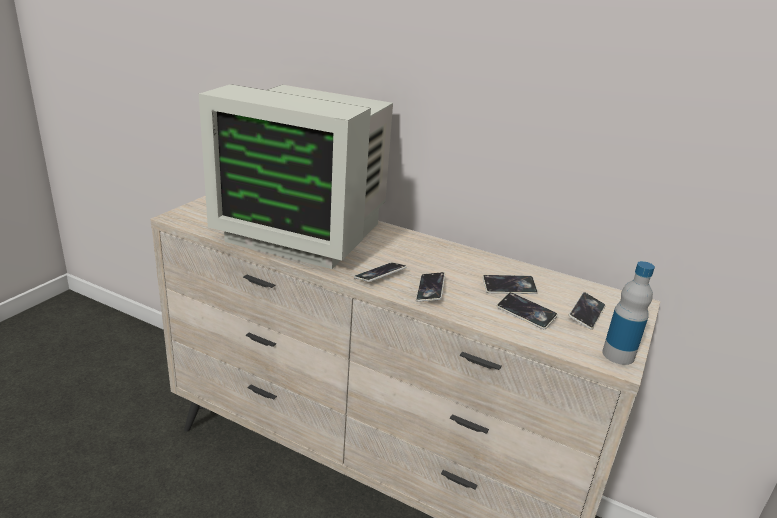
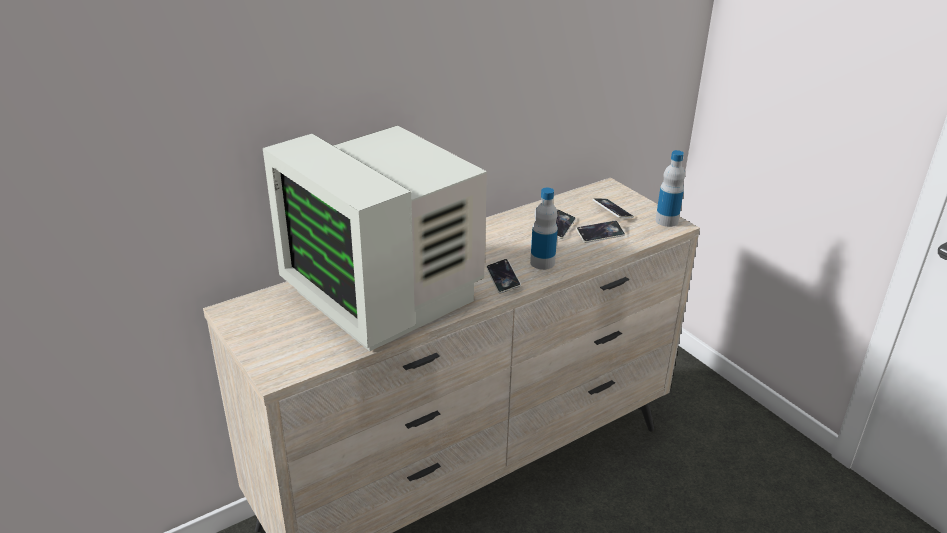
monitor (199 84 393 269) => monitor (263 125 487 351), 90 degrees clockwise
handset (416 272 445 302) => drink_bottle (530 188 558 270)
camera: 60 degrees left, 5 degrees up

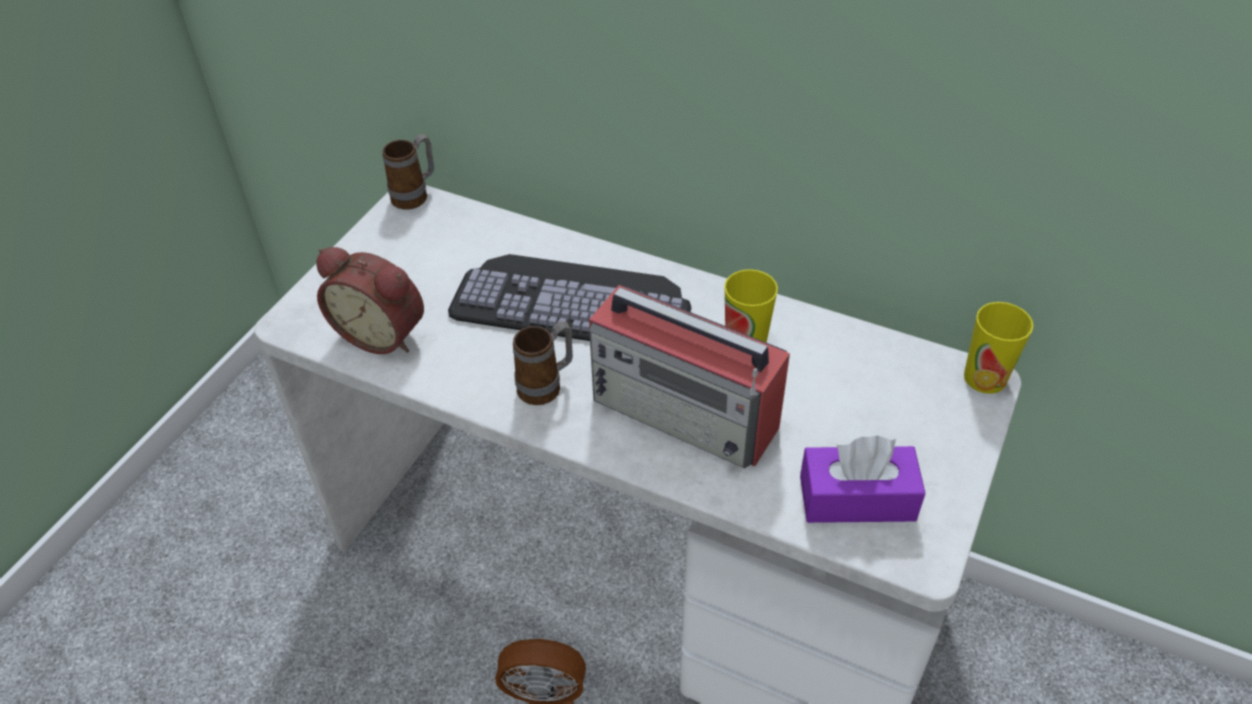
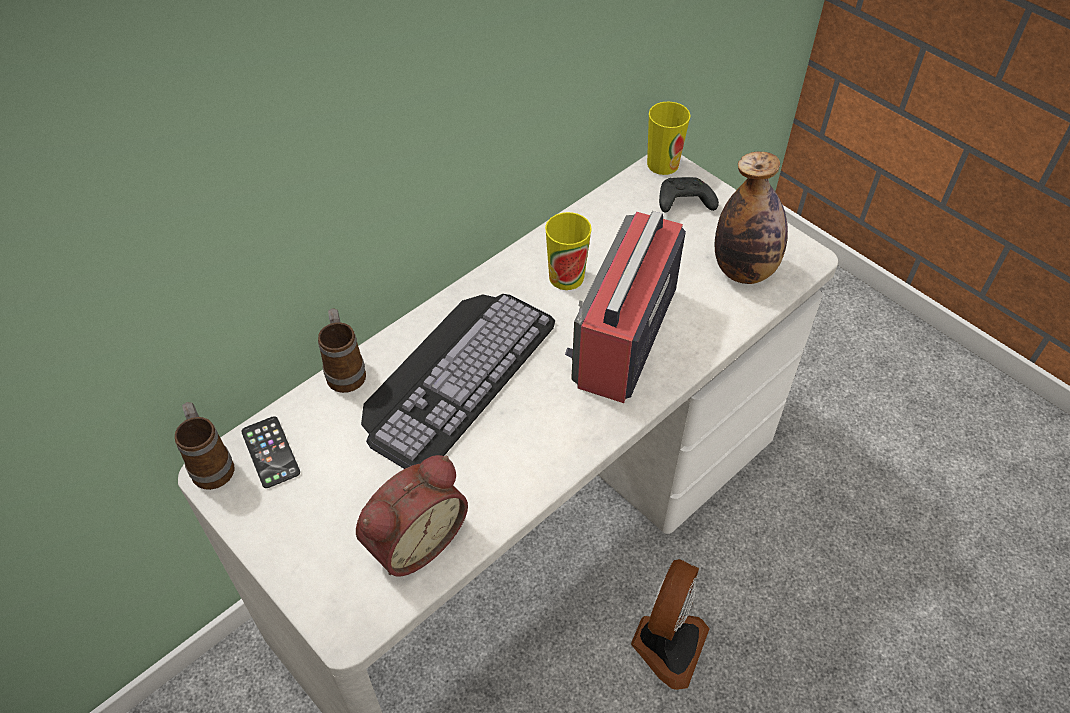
coffee_mug (513 321 573 405) => coffee_mug (318 308 366 393), shifted
radio_receiver (589 285 790 468) => radio_receiver (565 211 686 403), 150 degrees clockwise
purple-coloured_tissue_holder (800 435 926 523) => drink_bottle (715 152 788 284)
nothing => handset (241 416 300 488)
nothing => blackish_game_controller (659 177 719 212)
camera: 70 degrees left, 5 degrees up

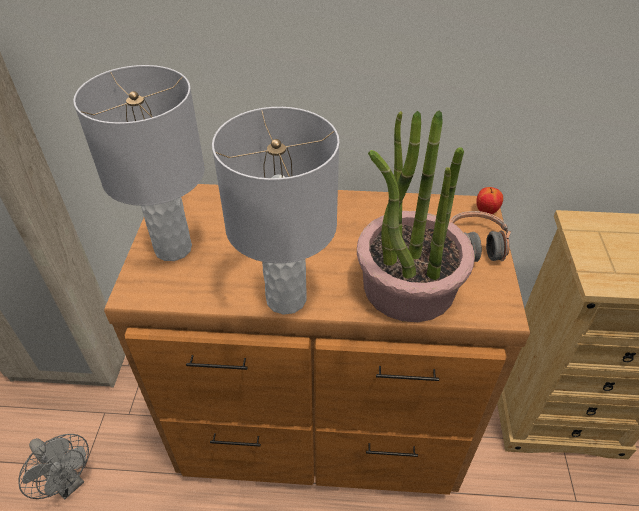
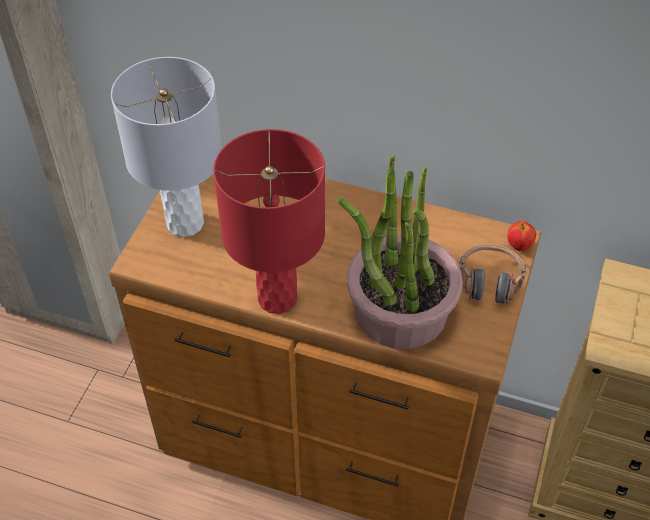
grey_cooling_fan (19 434 89 500) => nothing
grey_table_lamp (212 107 340 315) => red-coloured_table_lamp (213 129 325 314)
camera: 15 degrees right, 5 degrees up

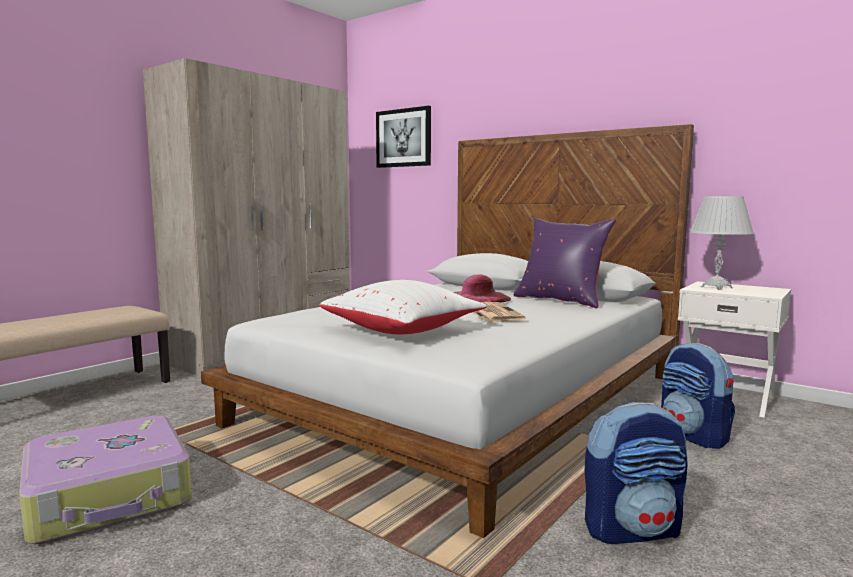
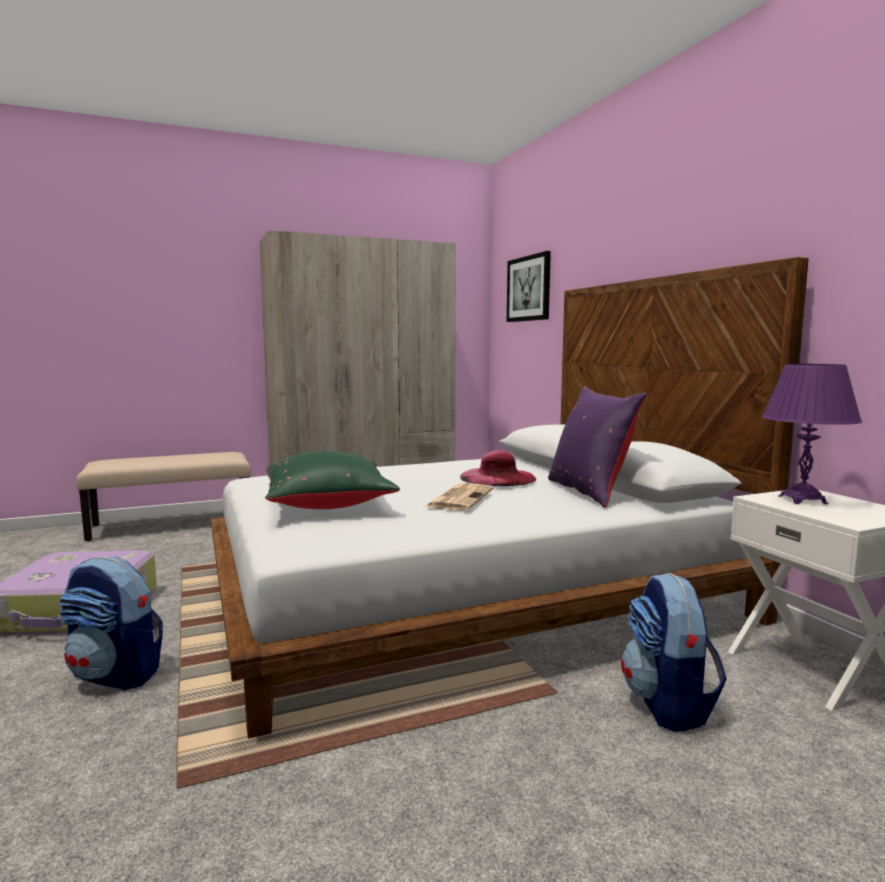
whitish_throw_pillow (320 280 487 334) => green_throw_pillow (265 451 400 509)
backpack (585 402 688 544) => backpack (59 557 163 691), shifted
whitish_table_lamp (690 196 754 290) => purple-coloured_table_lamp (762 364 862 504)
camera: 30 degrees right, 0 degrees up

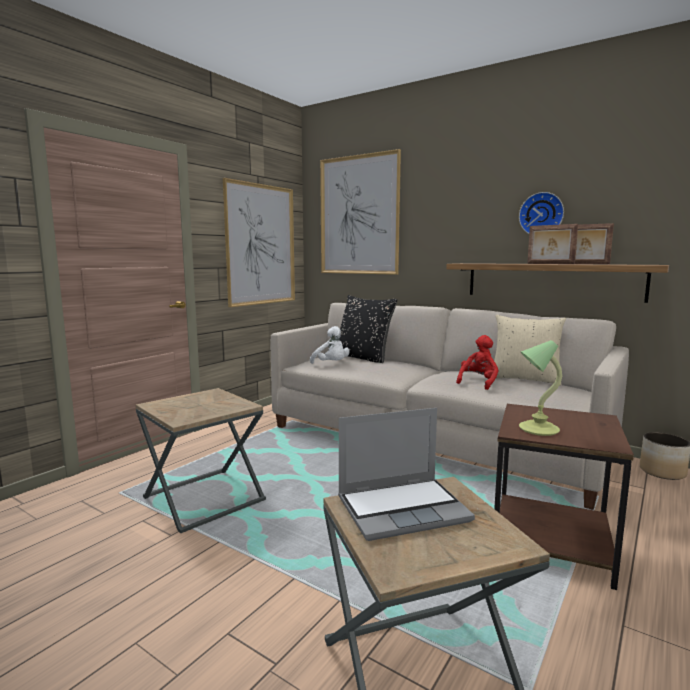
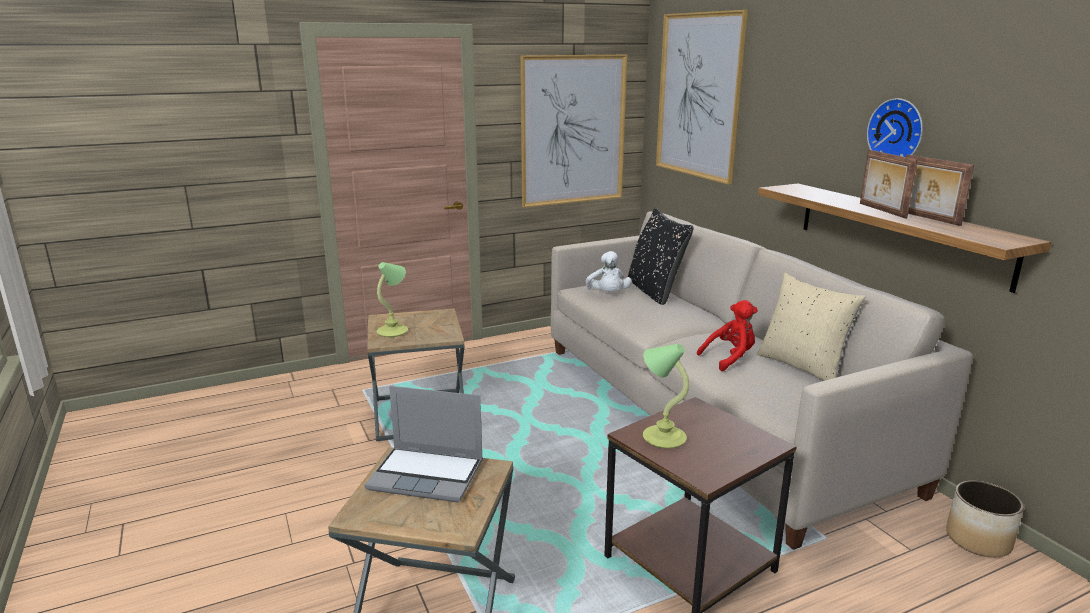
nothing => table_lamp (377 262 408 337)
camera: 30 degrees right, 10 degrees up

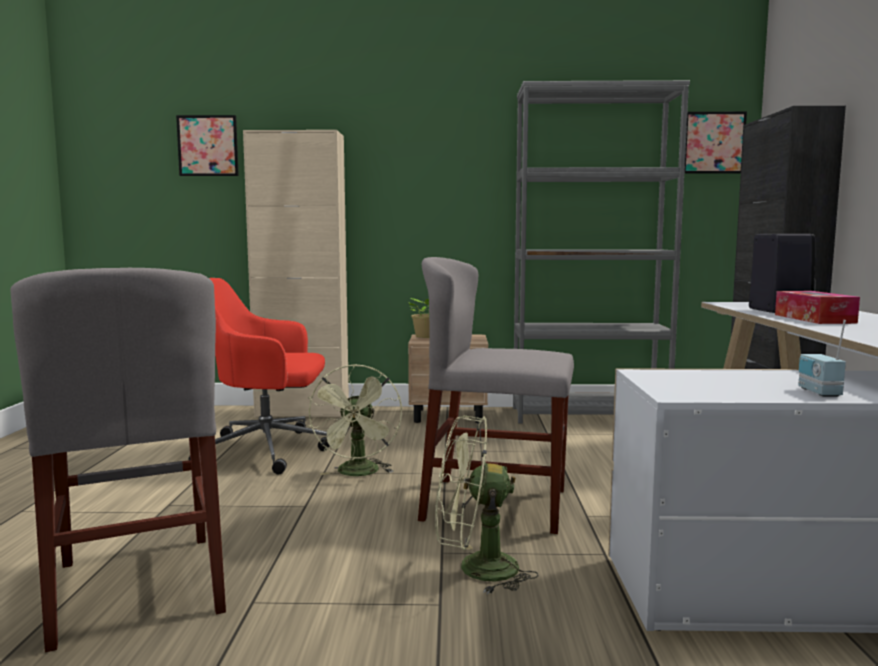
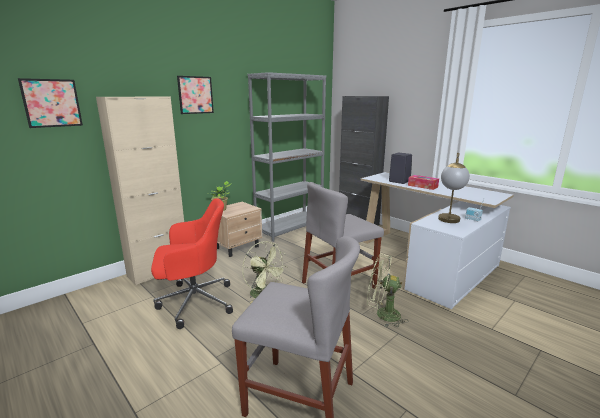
red-coloured_office_chair (189 278 330 475) => red-coloured_office_chair (151 198 233 329), 150 degrees counterclockwise
green_cooling_fan (435 416 539 594) => green_cooling_fan (367 254 408 327), 60 degrees clockwise
picture (684 112 747 174) => picture (177 76 214 114), shifted
nothing => table_lamp (438 153 470 223)
camera: 45 degrees left, 10 degrees up

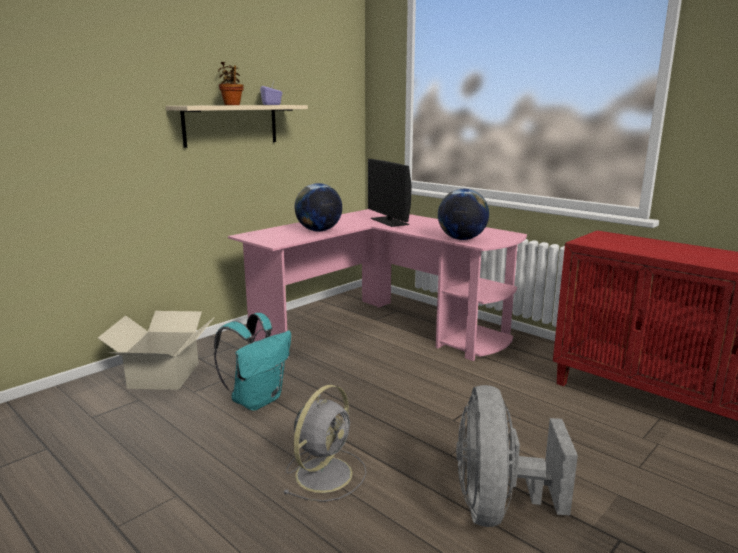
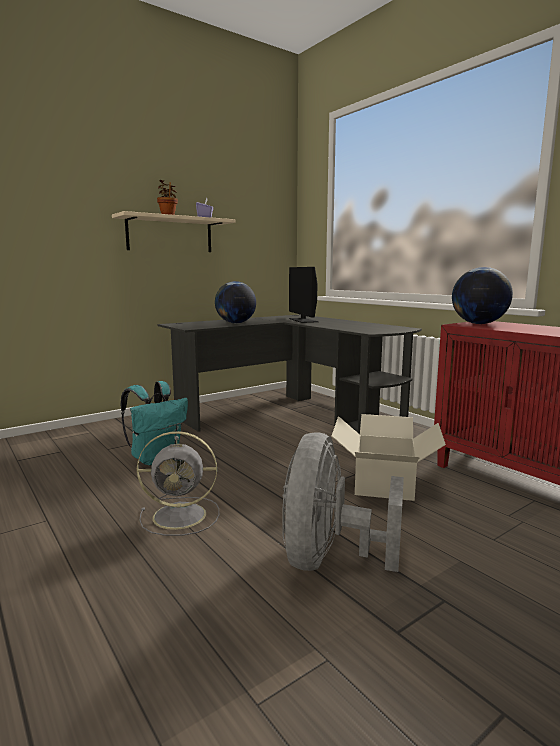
packing_box (98 311 215 390) => packing_box (332 414 446 501), shifted
pink_desk (228 209 527 361) => blackish_desk (158 315 422 434)
grey_cooling_fan (283 385 366 502) => grey_cooling_fan (137 431 219 536), 45 degrees clockwise
desk_globe (438 189 489 240) => desk_globe (452 267 513 324), shifted
camera: 10 degrees right, 5 degrees down

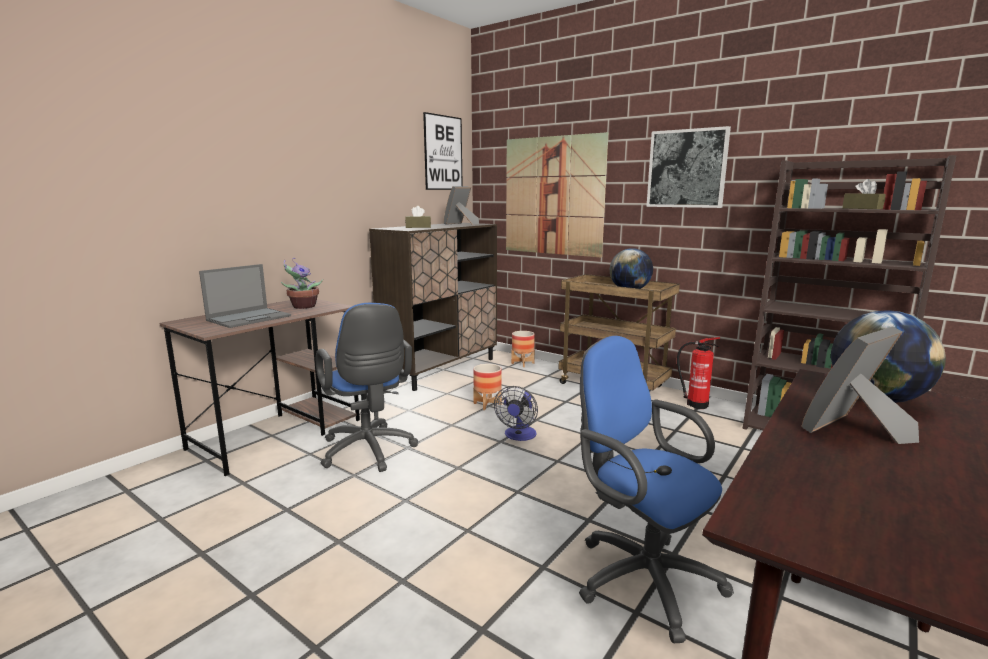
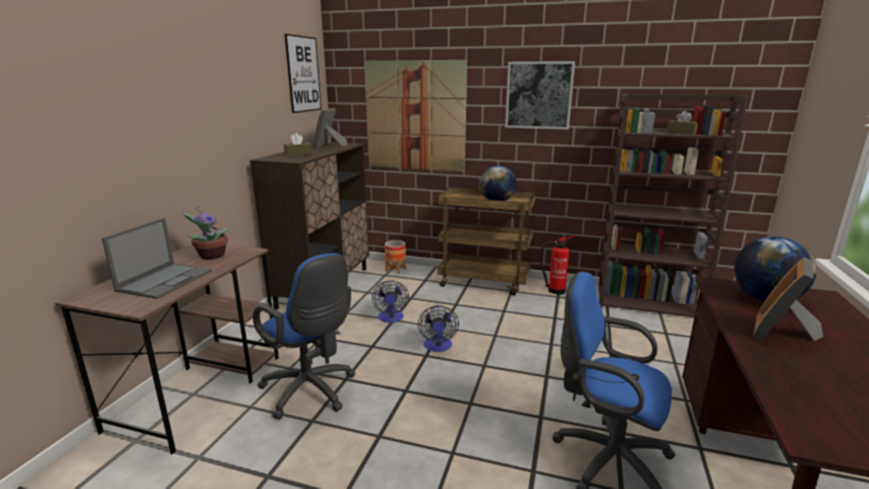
flower_pot (473 364 502 410) => cooling_fan (372 281 409 323)
camera: 20 degrees left, 5 degrees up

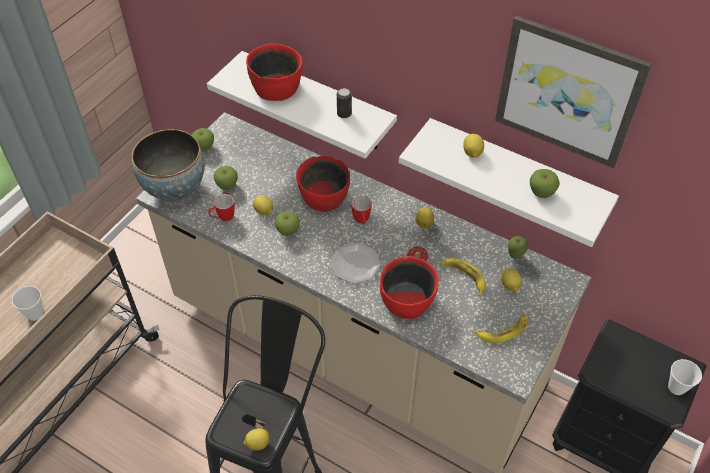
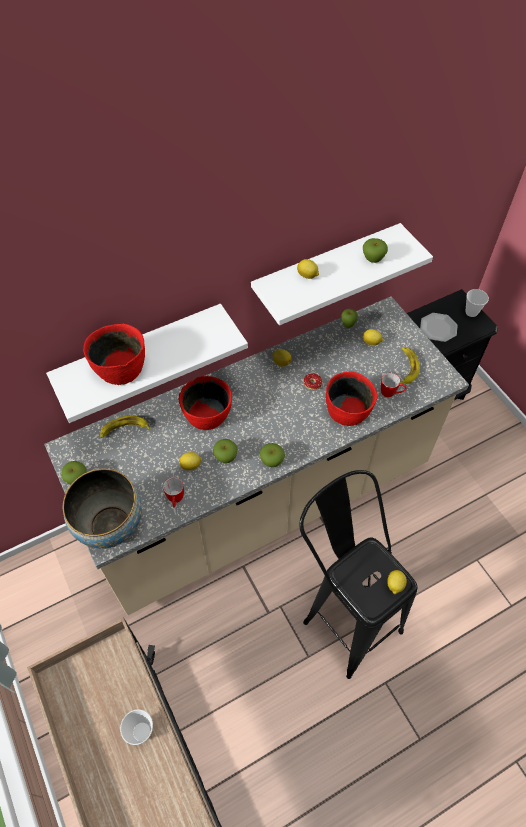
apple_fruit (213 166 238 190) => apple_fruit (259 443 285 467), shifted
plate (330 243 381 284) => plate (420 313 458 342), shifted
can (337 88 352 118) => nothing
coffee_mug (351 196 371 224) => coffee_mug (381 373 407 397), shifted
banana (441 258 486 296) => banana (100 415 151 438), shifted
picture (495 16 652 168) => nothing
camera: 60 degrees left, 5 degrees up

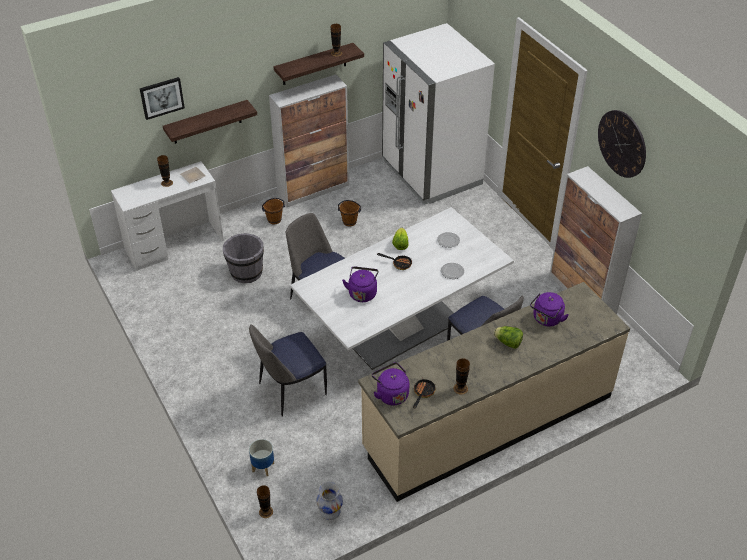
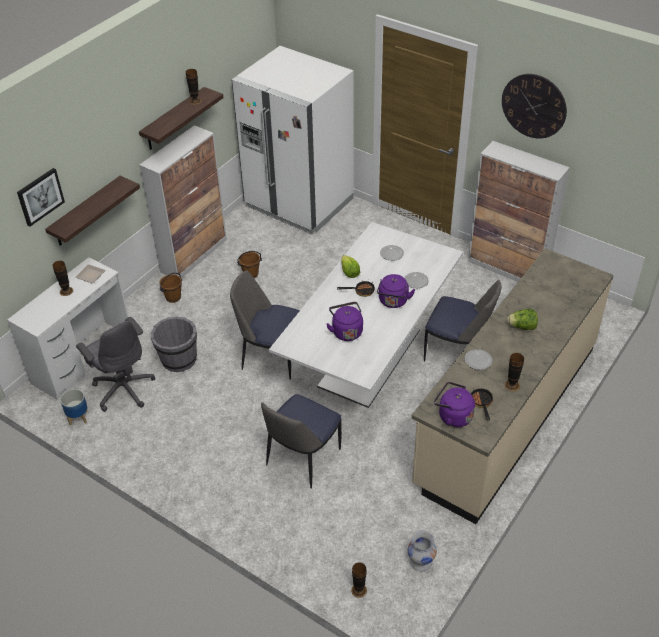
flower_pot (249 439 274 476) => flower_pot (60 389 88 426), shifted
purple-coloured_kettle (530 292 569 326) => purple-coloured_kettle (377 274 415 308), shifted
nothing => grey_office_chair (76 317 155 412)
nothing => plate (465 349 492 370)
camera: 25 degrees left, 0 degrees up

